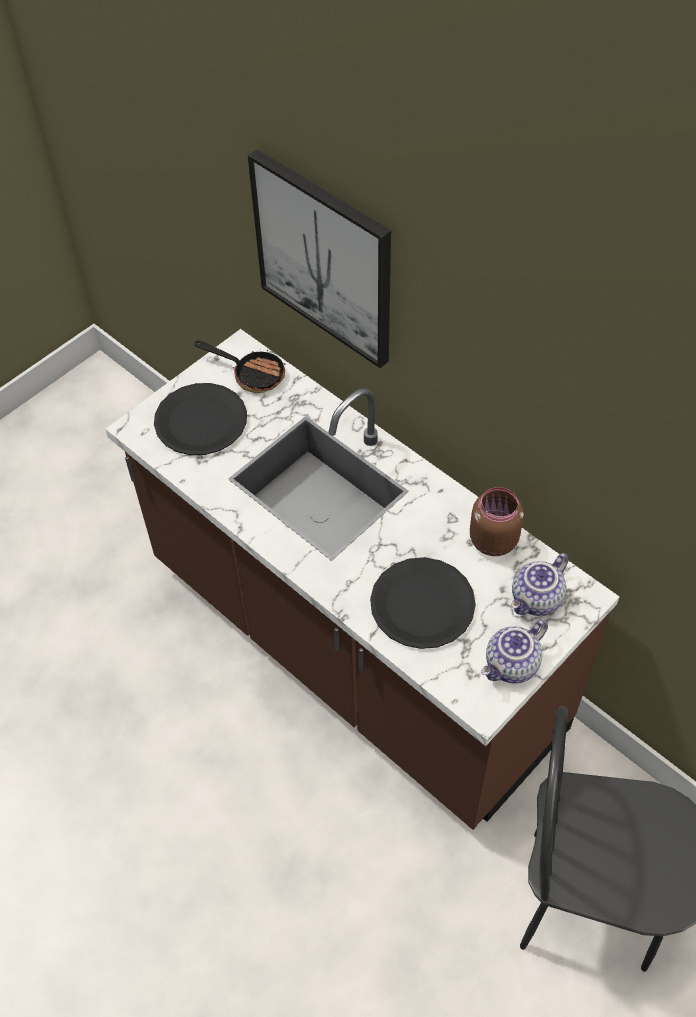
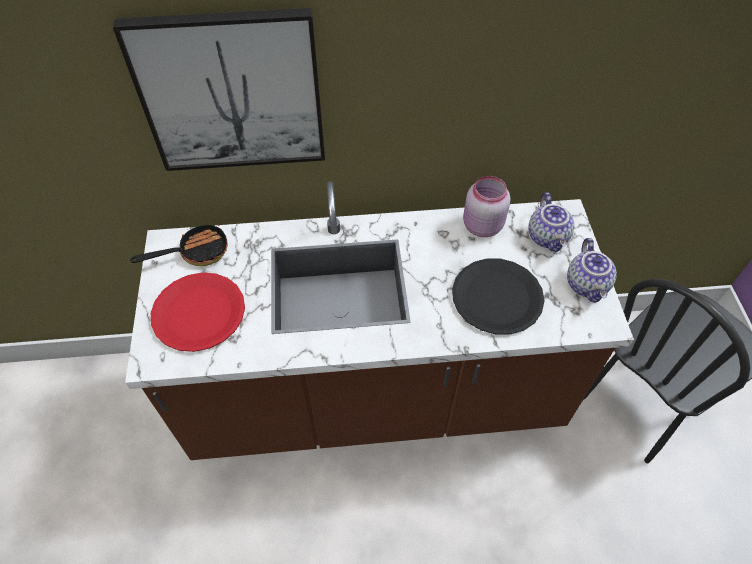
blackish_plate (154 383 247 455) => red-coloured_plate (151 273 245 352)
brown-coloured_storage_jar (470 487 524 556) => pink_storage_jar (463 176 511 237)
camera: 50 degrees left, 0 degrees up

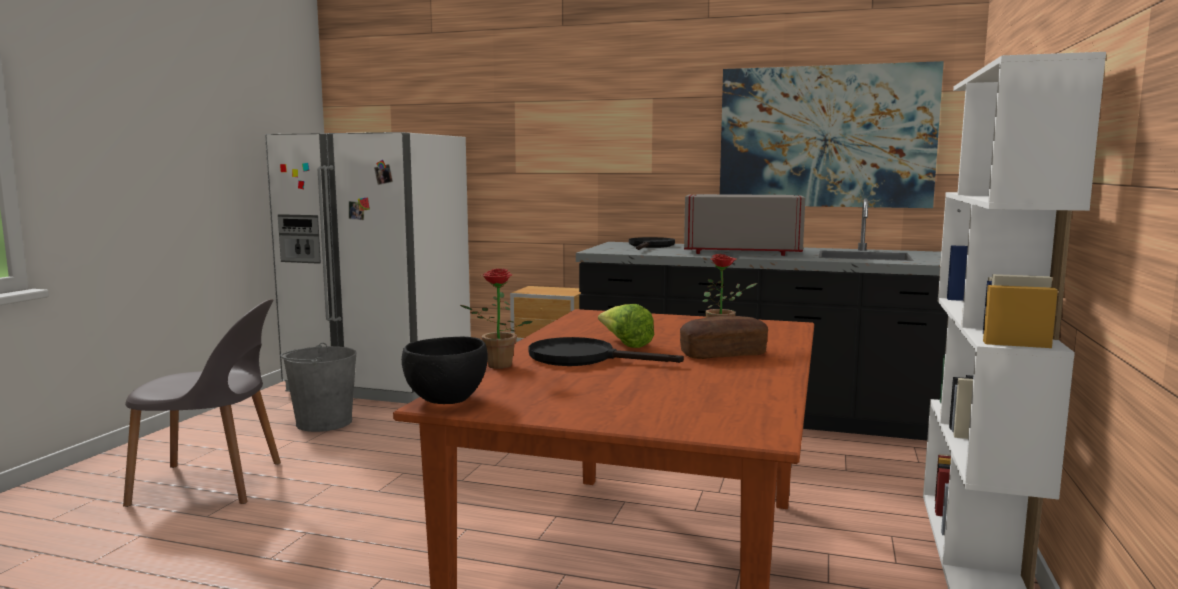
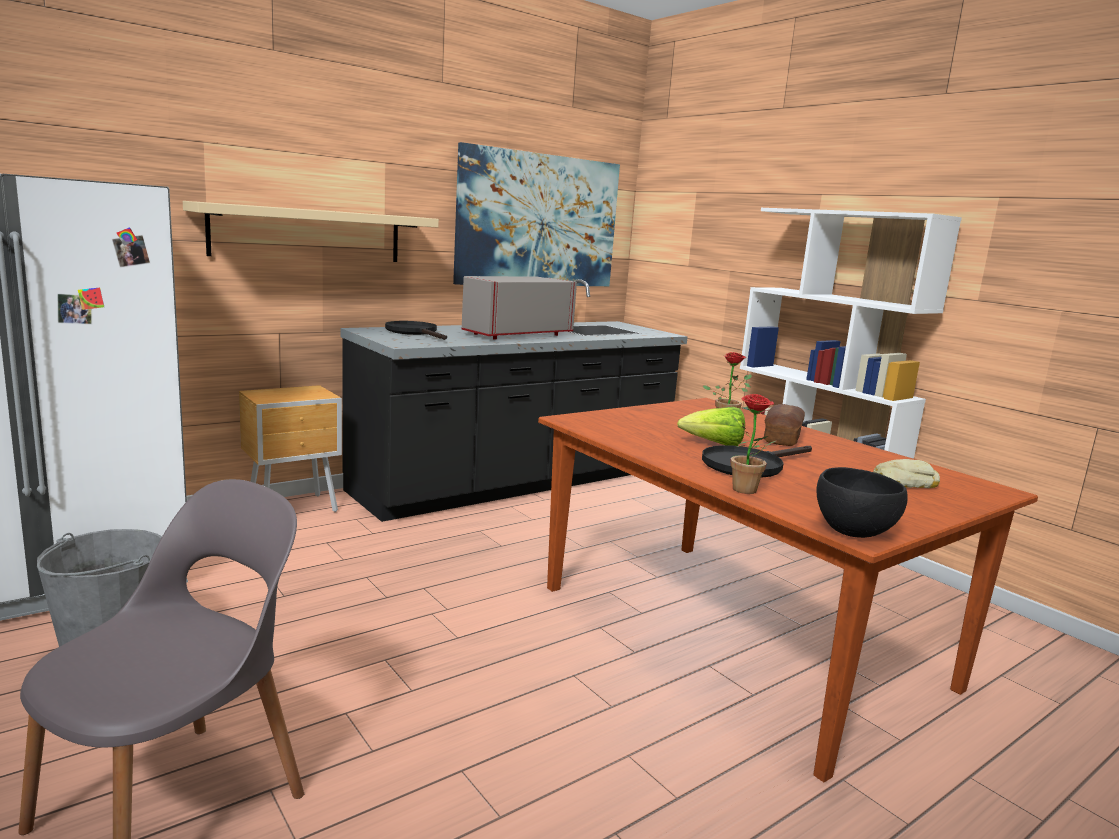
nothing => sand-coloured_bracket_shelf (183 201 439 262)
nothing => bread (873 459 940 488)
camera: 55 degrees left, 5 degrees up

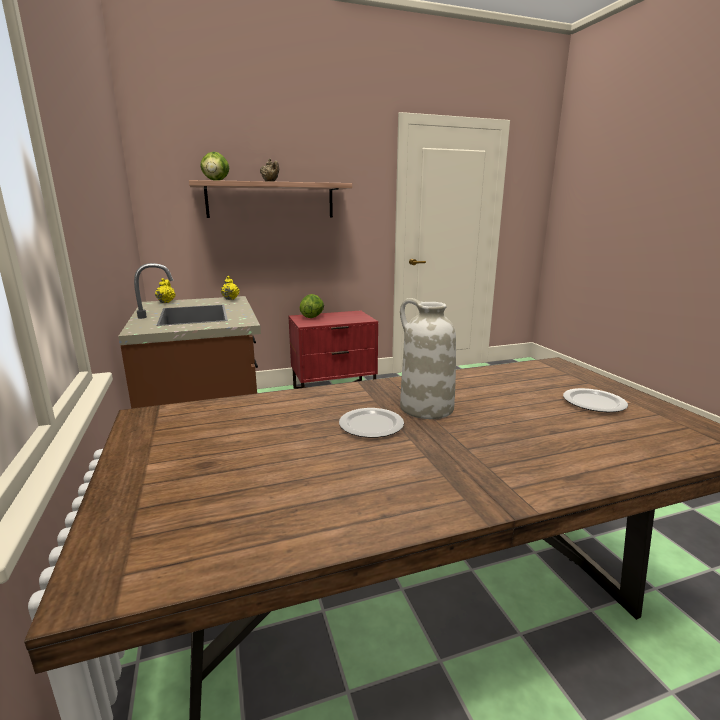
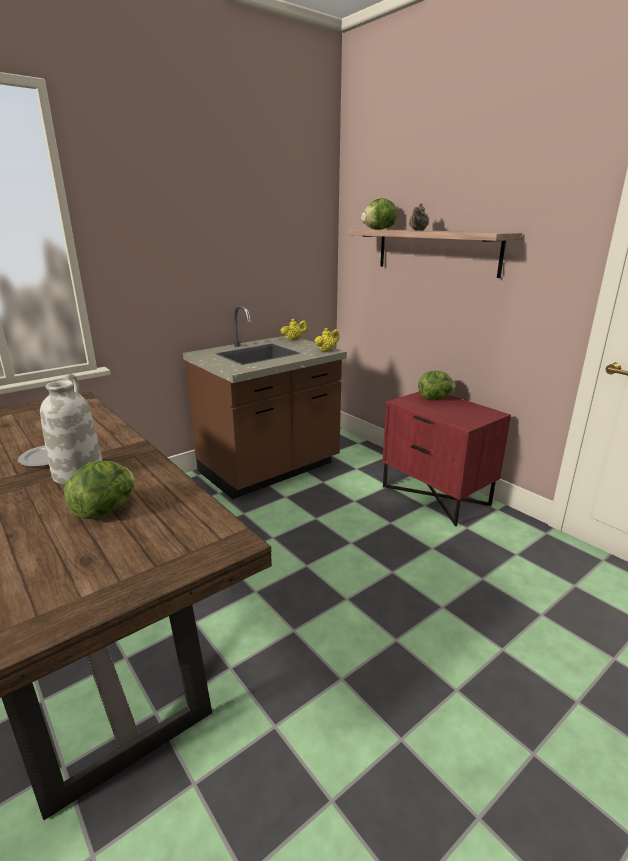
plate (563 388 628 412) => nothing
nothing => head_of_lettuce (64 461 135 519)
camera: 70 degrees right, 5 degrees up

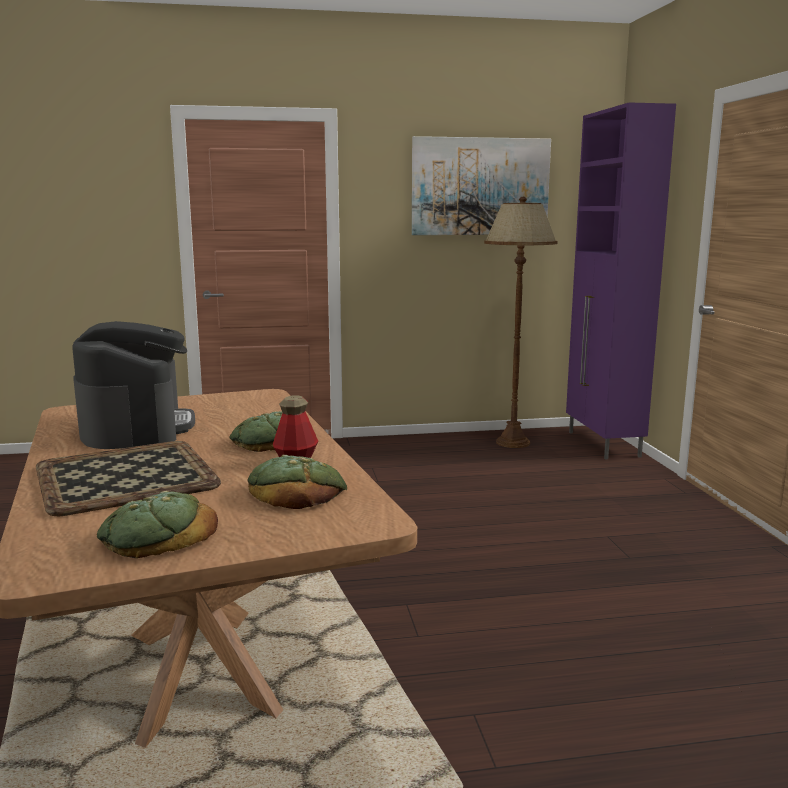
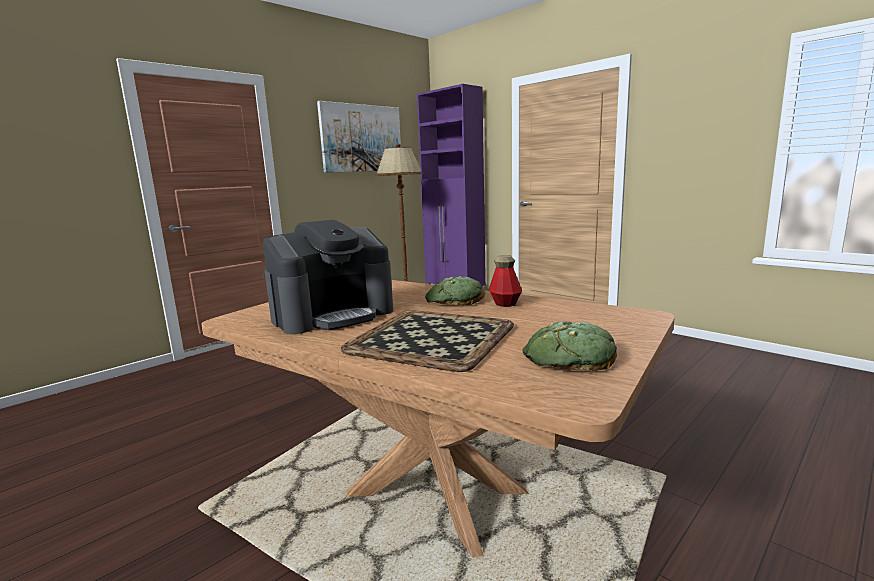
coffee_maker (72 321 195 449) => coffee_maker (263 220 393 334), 105 degrees clockwise
bread (248 455 347 509) => nothing
camera: 35 degrees left, 0 degrees up

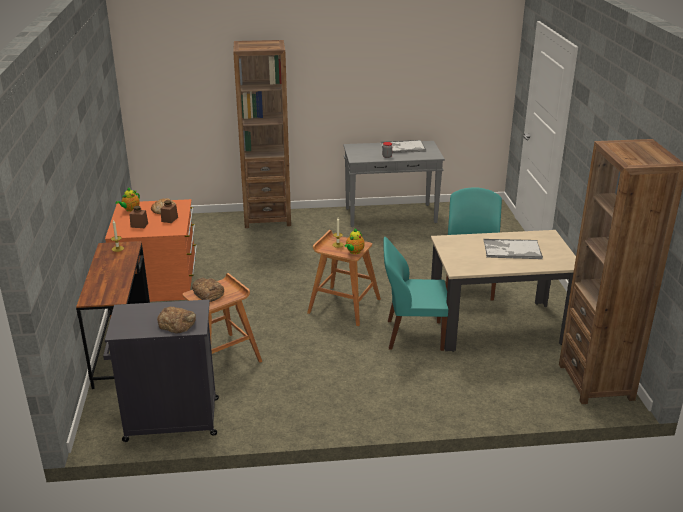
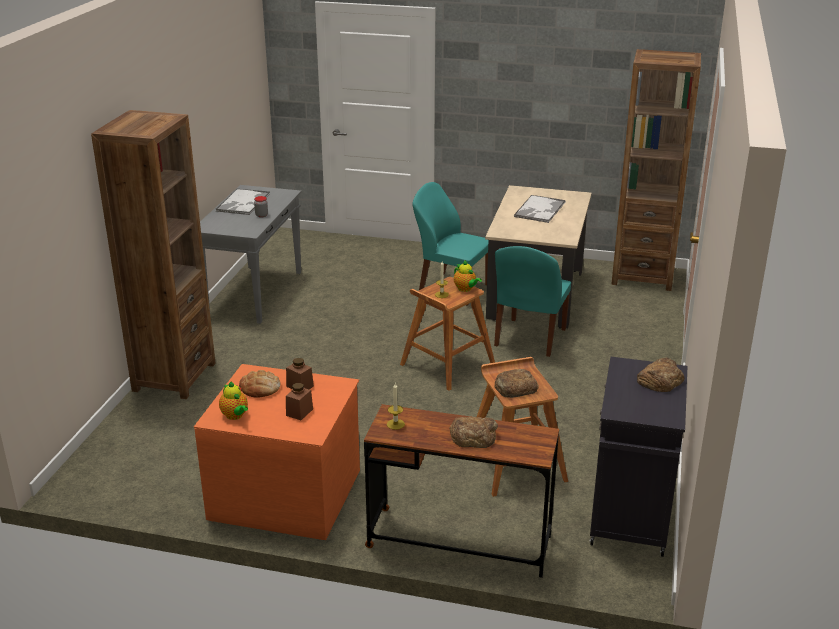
nothing => bread (449 417 498 448)
camera: 70 degrees left, 0 degrees up

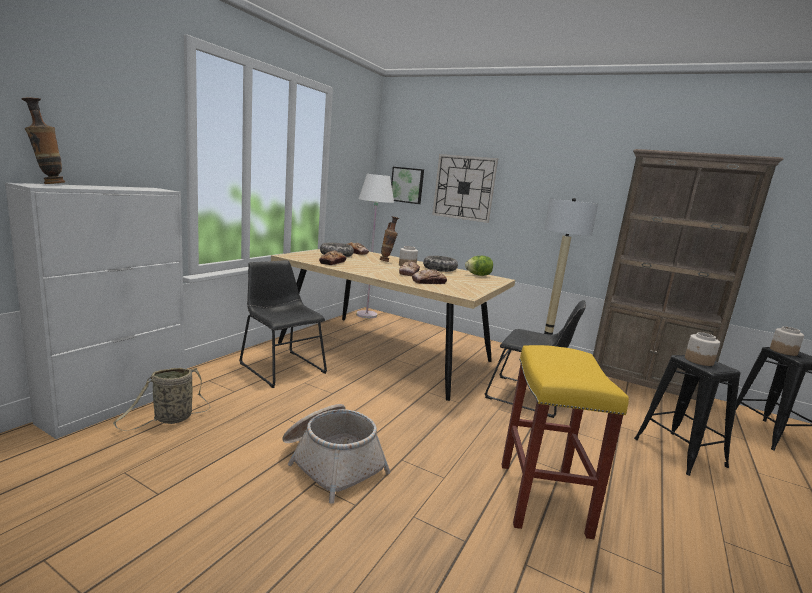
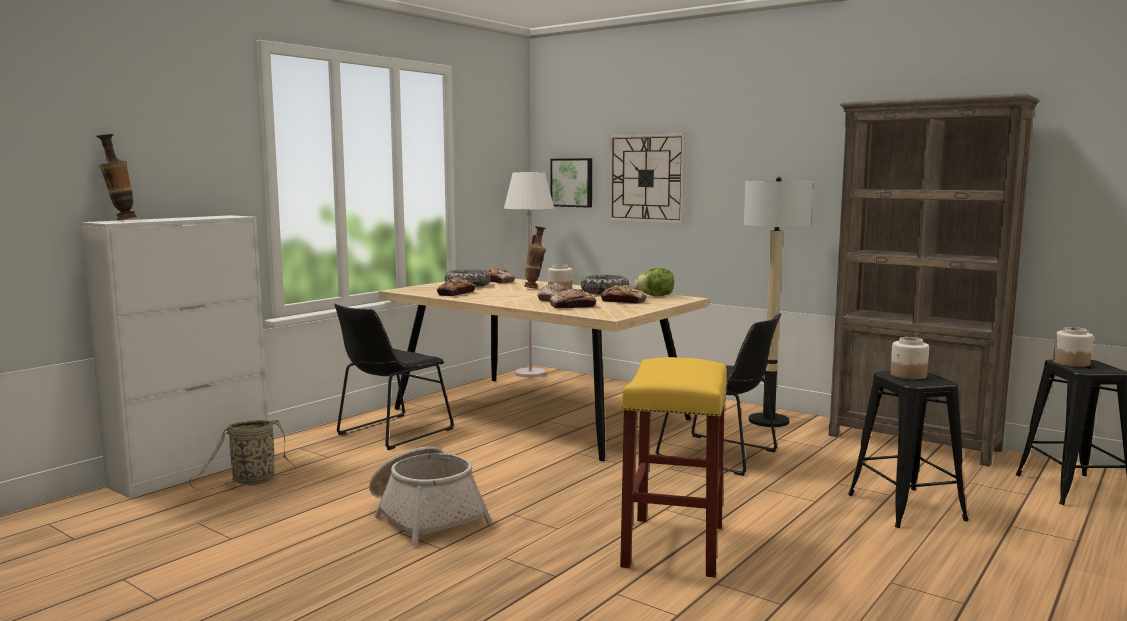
blackish_upright_chair (239 260 327 388) => blackish_upright_chair (334 304 454 450), 105 degrees counterclockwise
nothing => bread (601 285 646 304)
camera: 10 degrees right, 5 degrees down

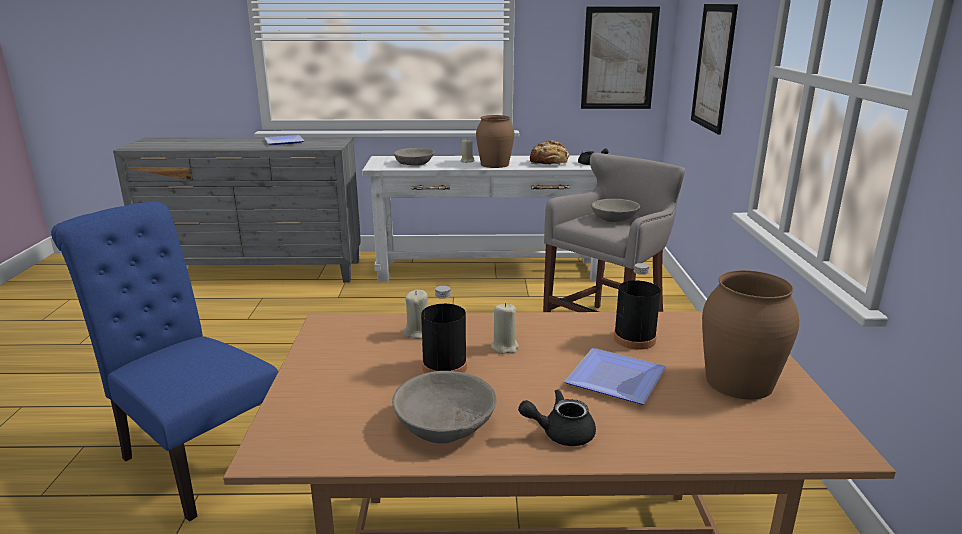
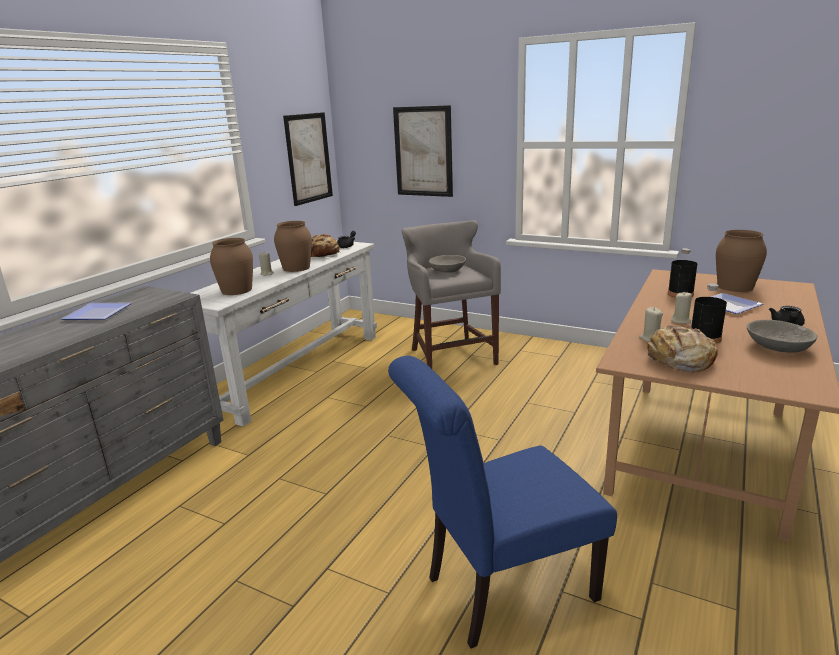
grey_deep_dish (394 148 434 166) => brown-coloured_flower_vase (210 238 253 295)
nothing => bread (647 325 718 372)
camera: 60 degrees left, 0 degrees up

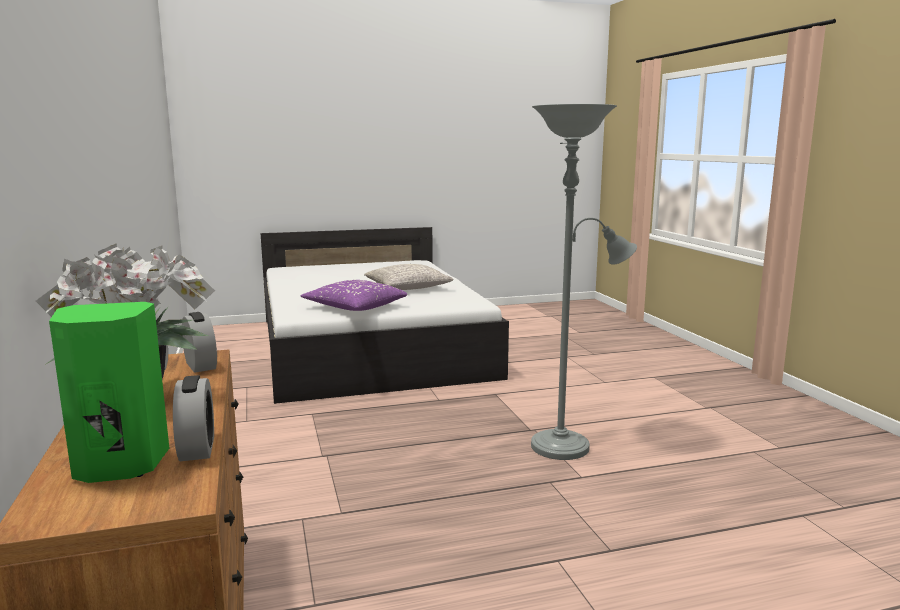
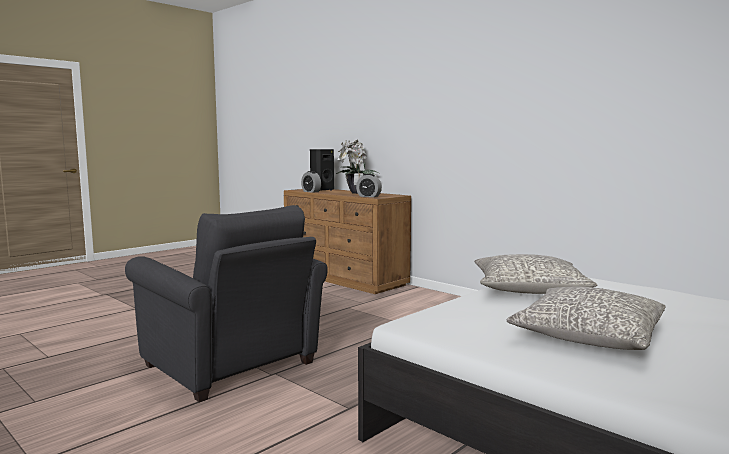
green_loudspeaker (49 302 169 483) => blackish_loudspeaker (310 149 334 190)
purple-coloured_throw_pillow (301 280 407 311) => grey_throw_pillow (474 254 597 294)
grey_floor_lamp (531 104 637 460) => grey_easy_chair (125 205 328 402)
camera: 150 degrees right, 5 degrees down

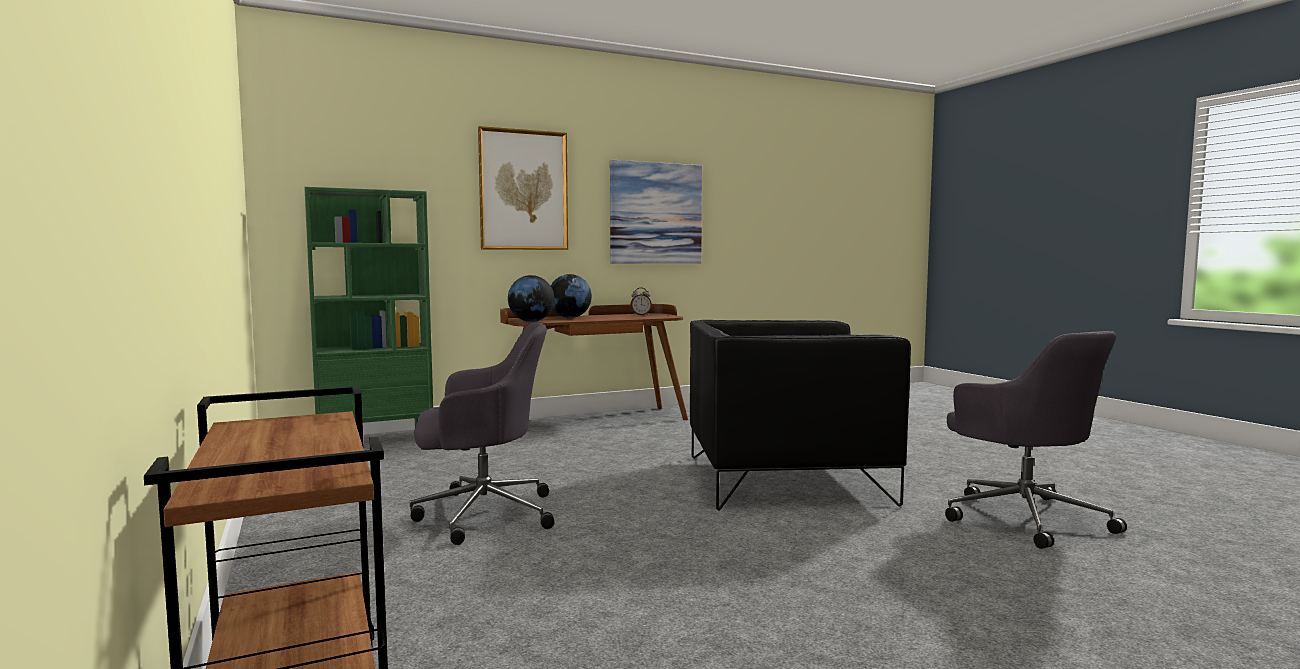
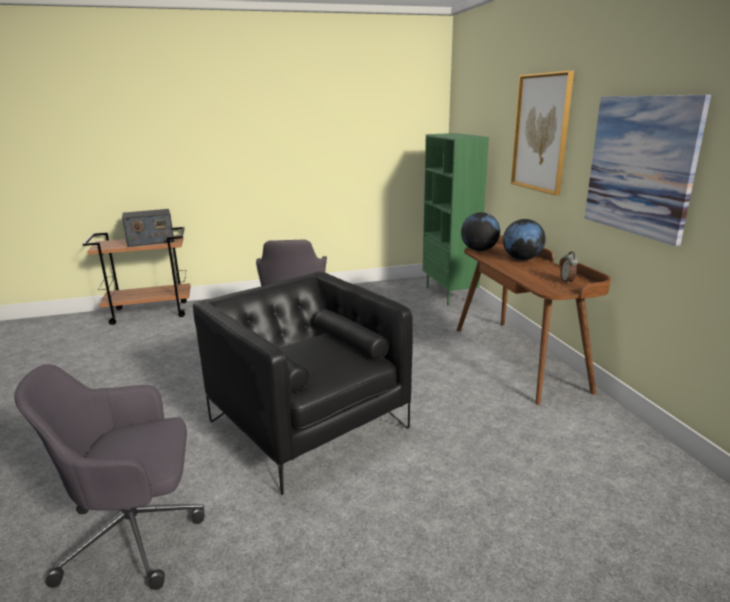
blackish_easy_chair (690 320 911 511) => blackish_easy_chair (193 272 413 495), 45 degrees counterclockwise
nothing => radio_receiver (122 209 175 247)
camera: 100 degrees right, 15 degrees up

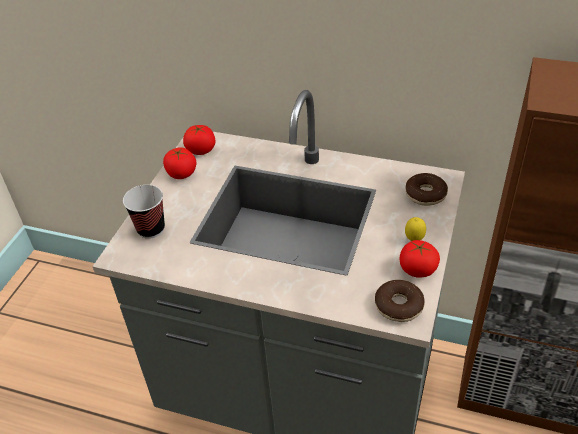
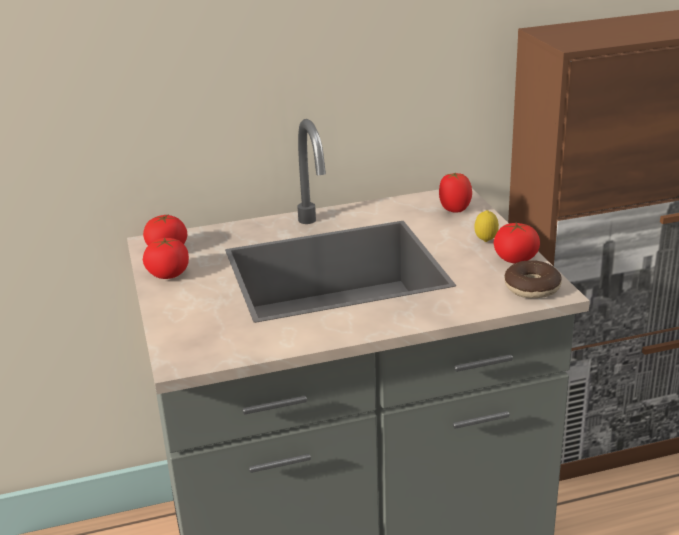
drinking_cup (123 185 165 239) => nothing
doughnut (405 173 448 206) => whole_tomato (439 173 472 213)
camera: 35 degrees left, 15 degrees down

